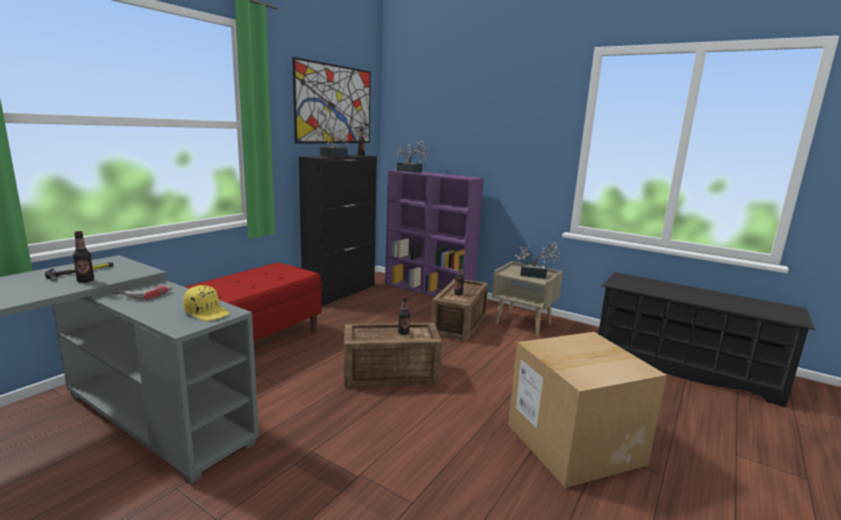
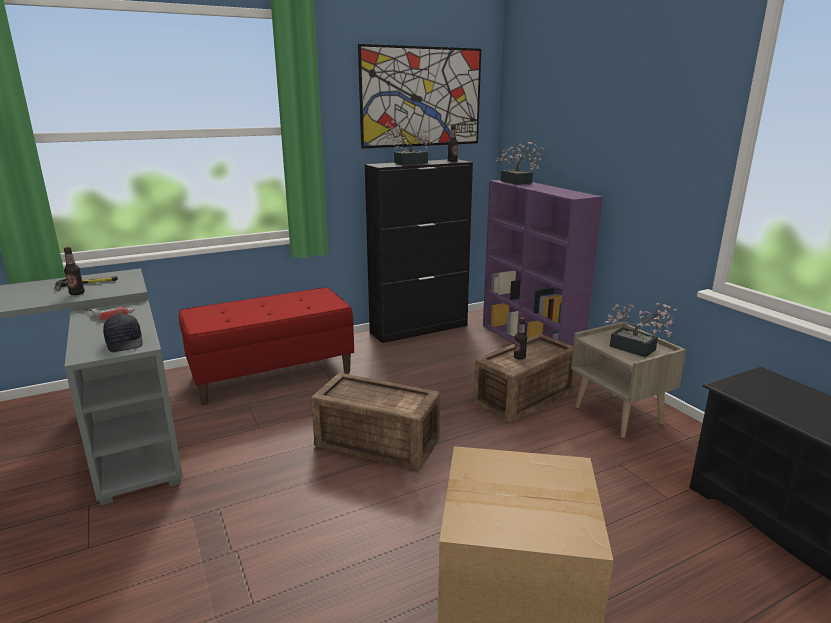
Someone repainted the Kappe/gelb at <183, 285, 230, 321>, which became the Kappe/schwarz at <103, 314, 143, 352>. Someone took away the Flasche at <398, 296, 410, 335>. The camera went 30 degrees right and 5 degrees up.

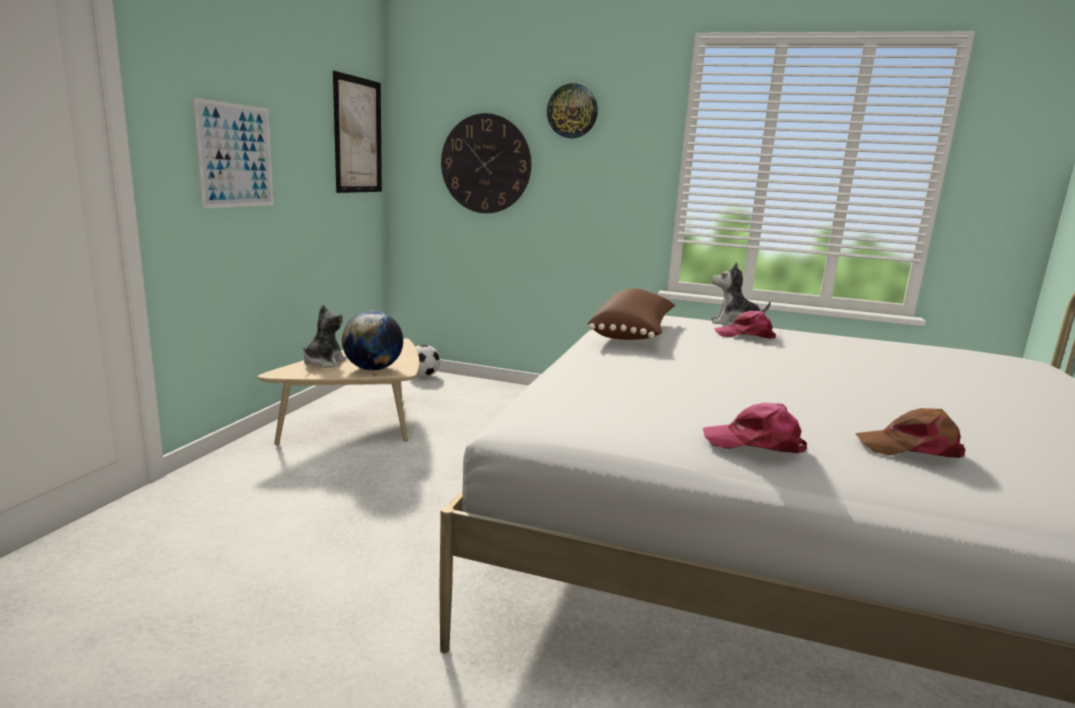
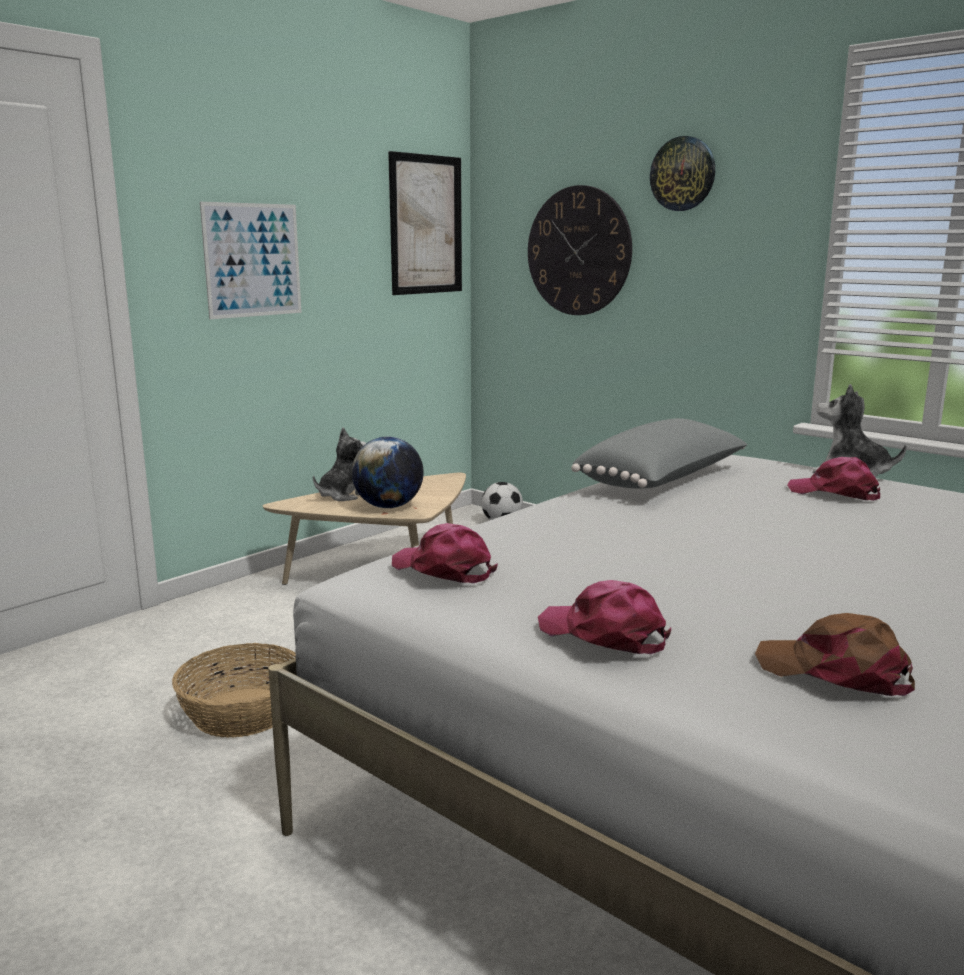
Someone repainted the Kissen/braun at <588, 288, 675, 340>, which became the Kissen/grau at <571, 418, 748, 489>. Someone put down the Korb at <172, 643, 296, 738>. Someone put down the Kappe/rosa at <392, 523, 498, 583>. The camera went 25 degrees right and 0 degrees up.

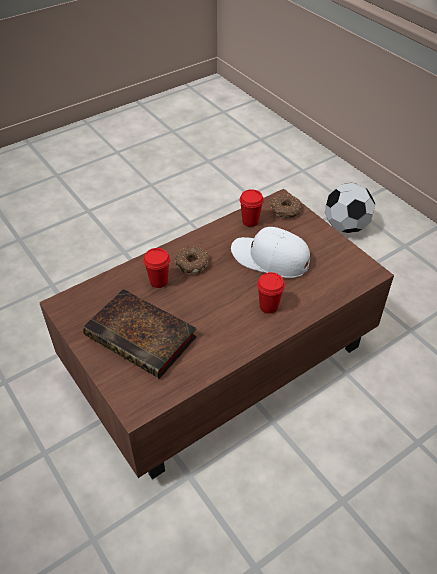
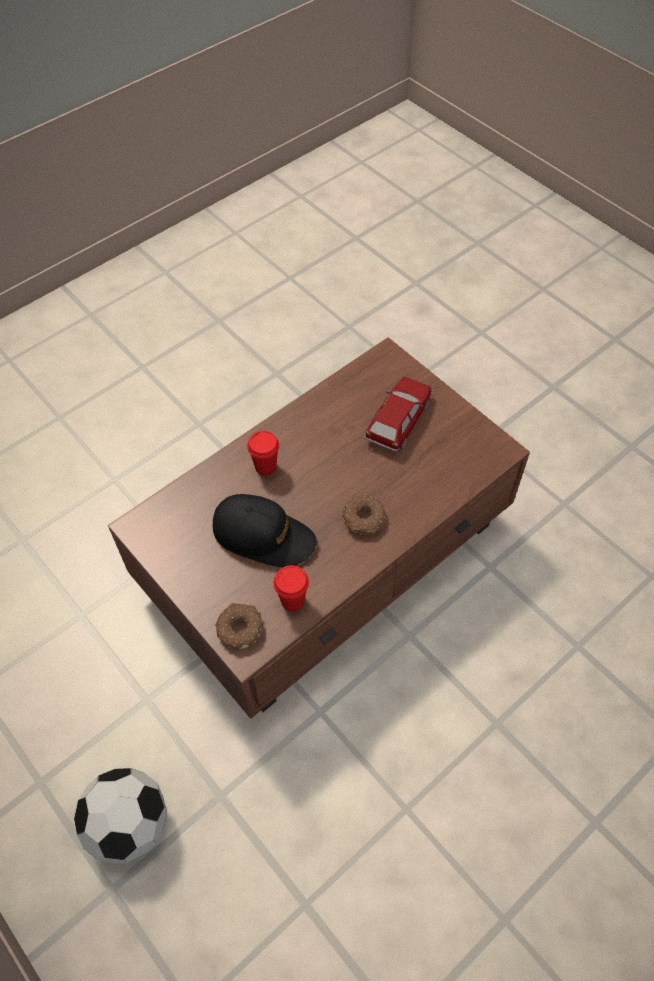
Someone swapped the Buch at <83, 289, 197, 379> for the Spielzeugauto at <364, 377, 433, 452>. Someone took away the Tasse/rot at <143, 248, 170, 288>. Someone repainted the Kappe/weiß at <231, 227, 310, 278>, which became the Kappe/schwarz at <212, 494, 317, 567>. The camera went 175 degrees right and 10 degrees up.

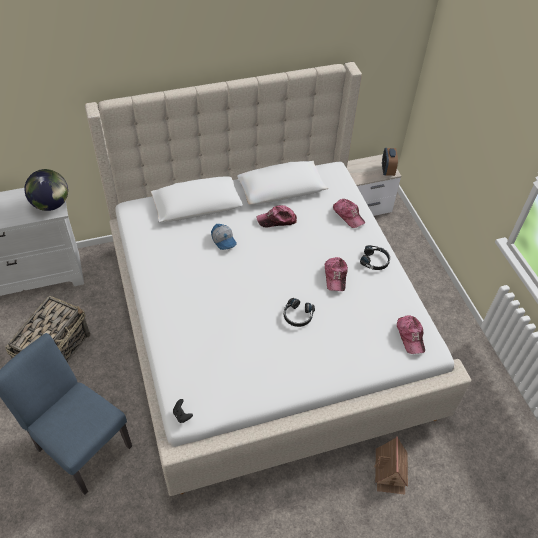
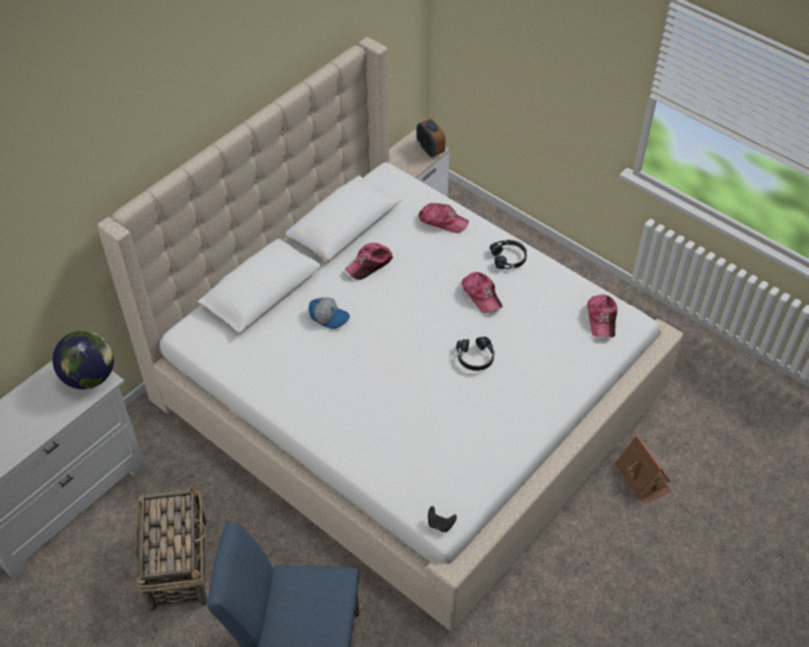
Someone rotated the Kappe at <397, 316, 425, 354> by 45 degrees clockwise. The camera went 30 degrees left and 0 degrees up.

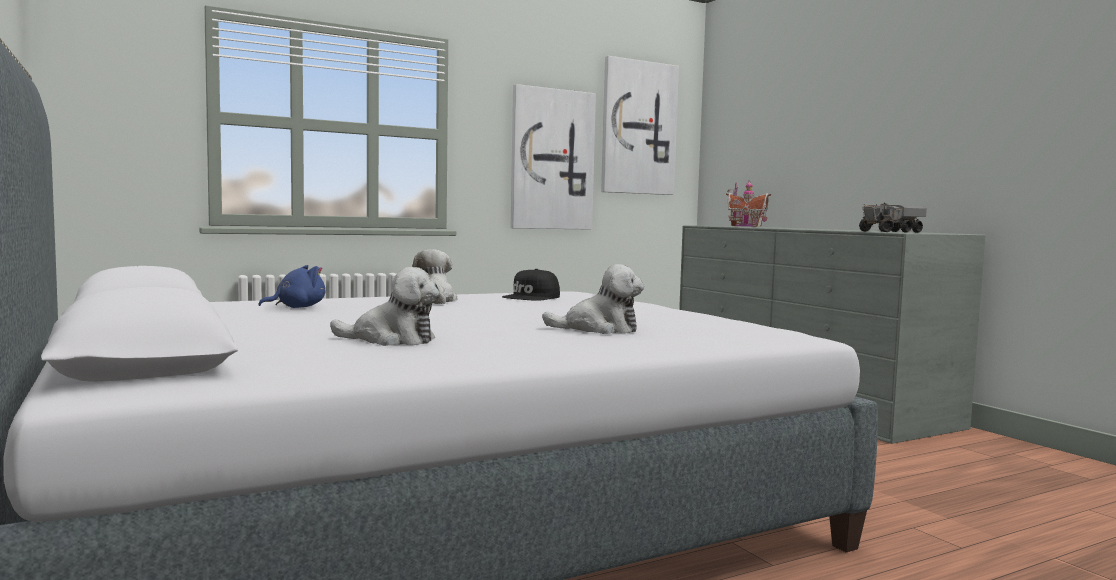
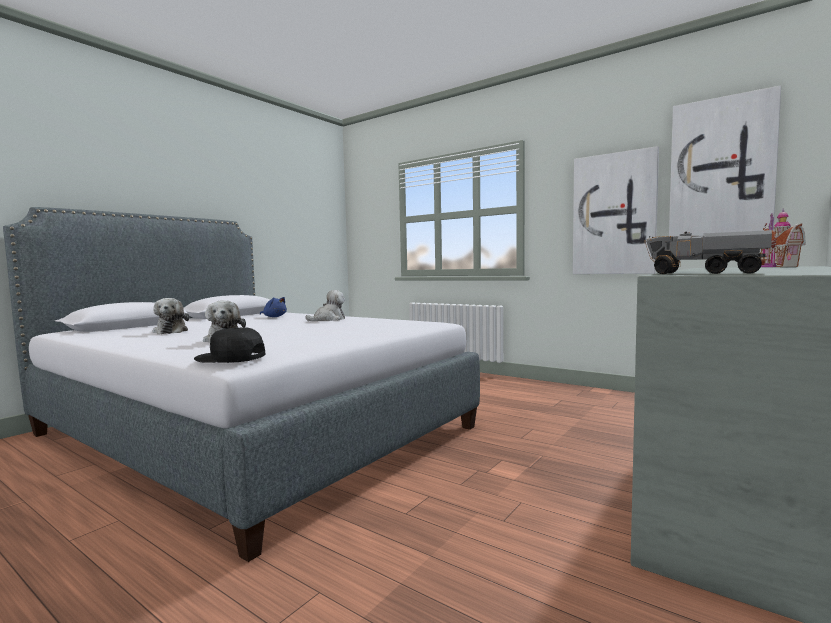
Someone carried the Kappe/schwarz from <502, 269, 560, 301> to <194, 327, 266, 363>. The camera went 65 degrees right and 0 degrees up.

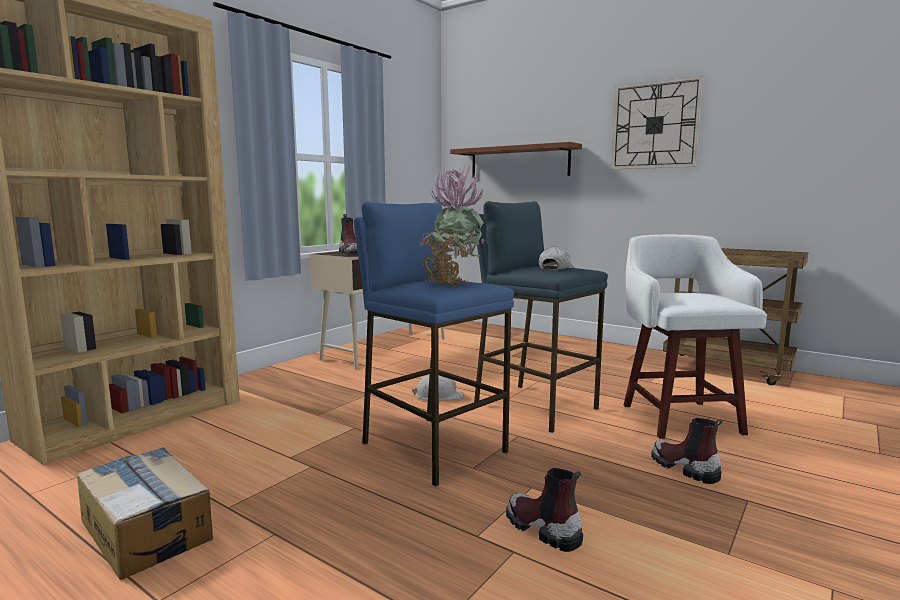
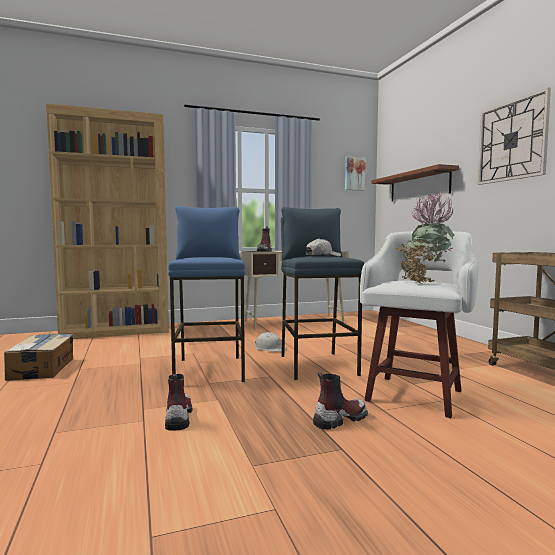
Someone carried the Topfpflanze from <413, 165, 486, 287> to <395, 190, 455, 283>. Someone rotated the Stiefel at <651, 418, 723, 484> by 60 degrees clockwise. Someone put up the Bild at <345, 157, 366, 191>. The camera went 35 degrees right and 5 degrees down.

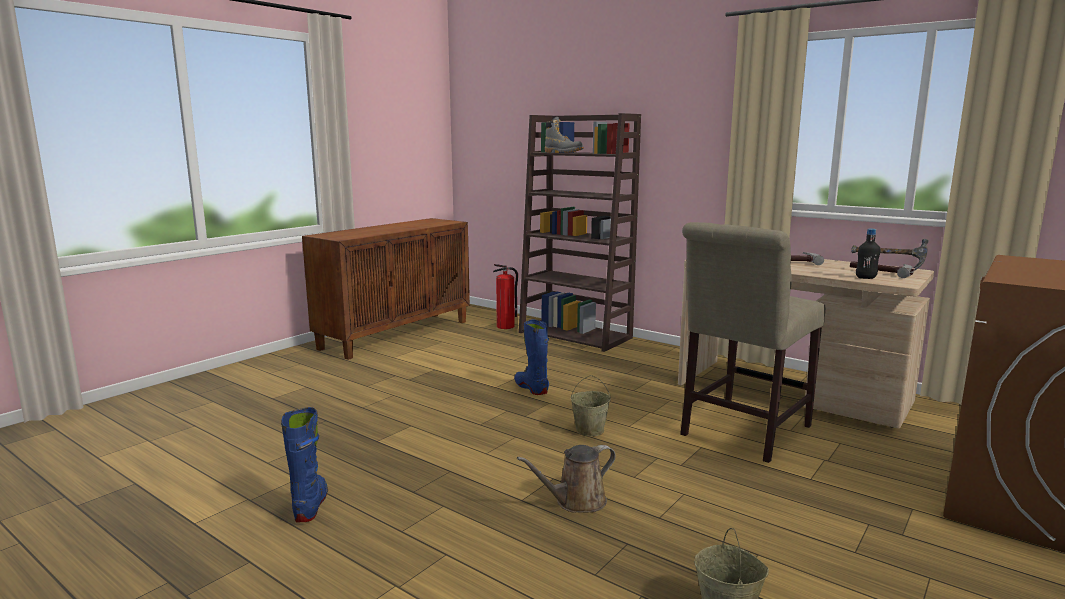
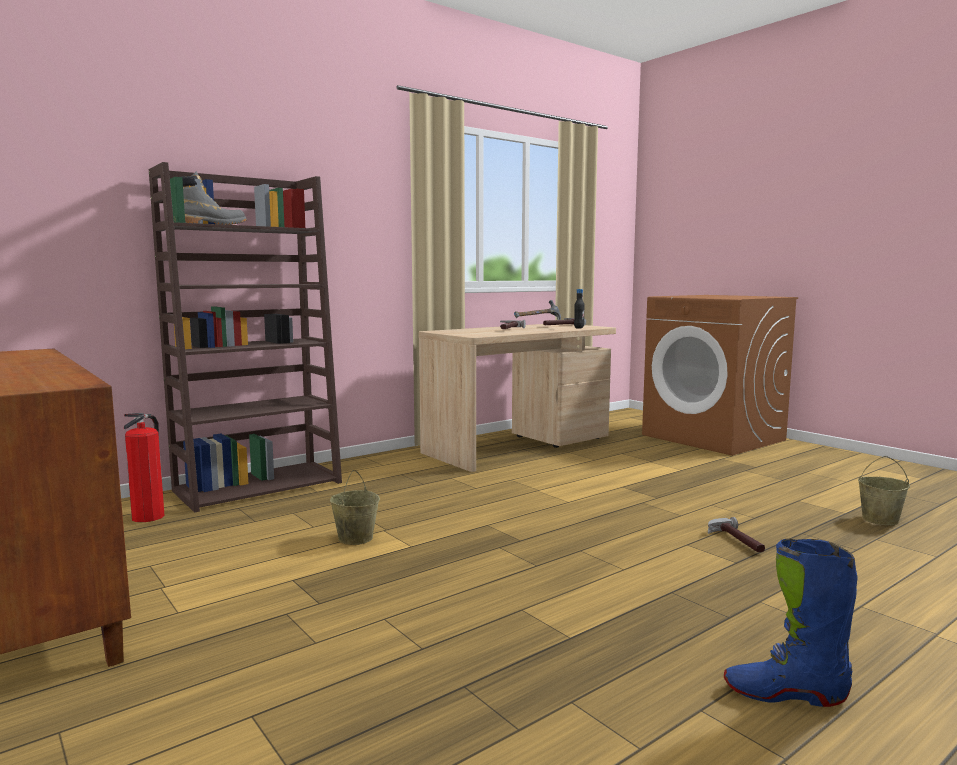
Someone took away the Stiefel/blau at <514, 319, 549, 395>. Someone swapped the Gießkanne/braun at <517, 445, 616, 513> for the Hammer at <708, 517, 765, 552>. Someone carried the Eimer/beige from <570, 375, 611, 437> to <330, 470, 380, 545>. Someone took away the Stuhl/beige at <680, 222, 826, 463>. The camera went 75 degrees left and 5 degrees down.

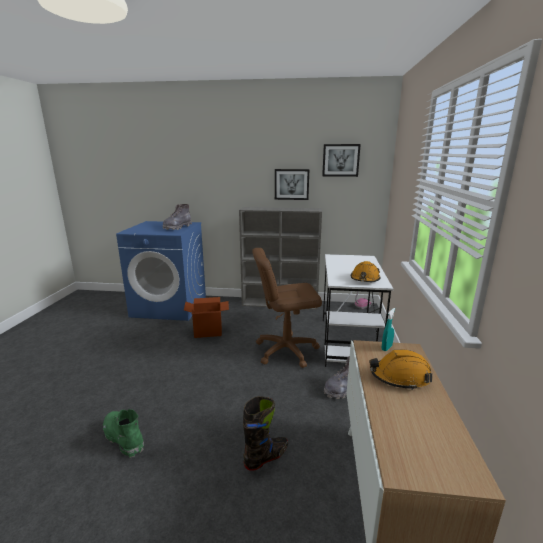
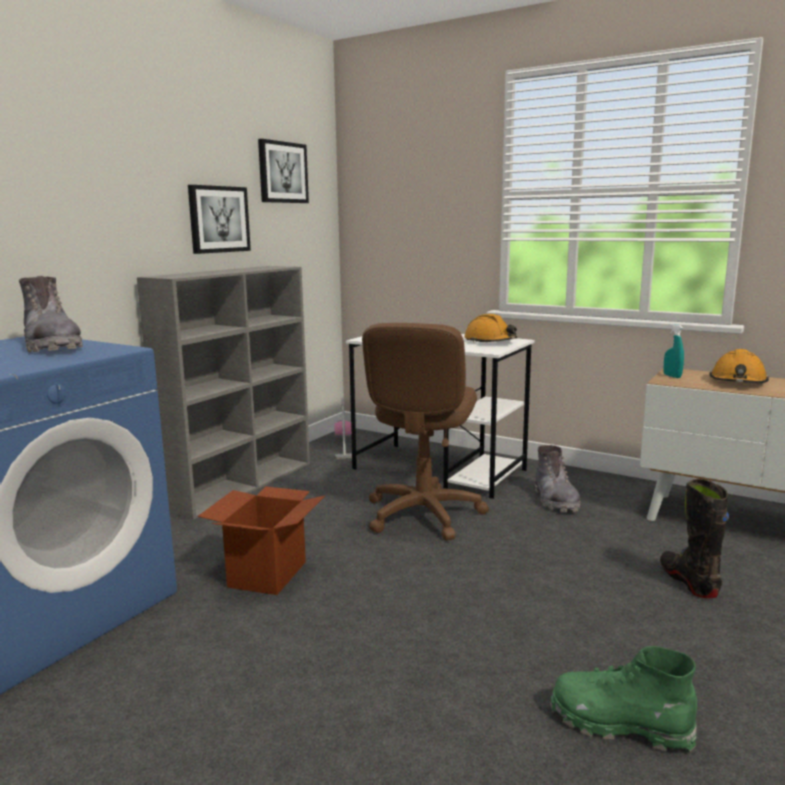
Someone rotated the Stiefel/grün at <103, 409, 144, 458> by 45 degrees clockwise. The camera went 65 degrees left and 5 degrees down.

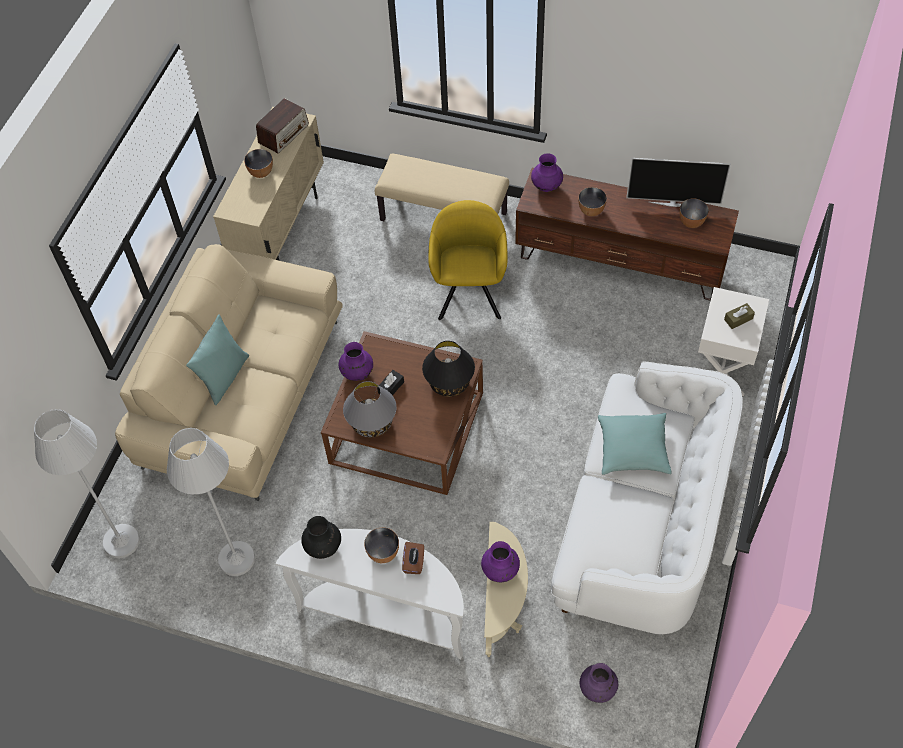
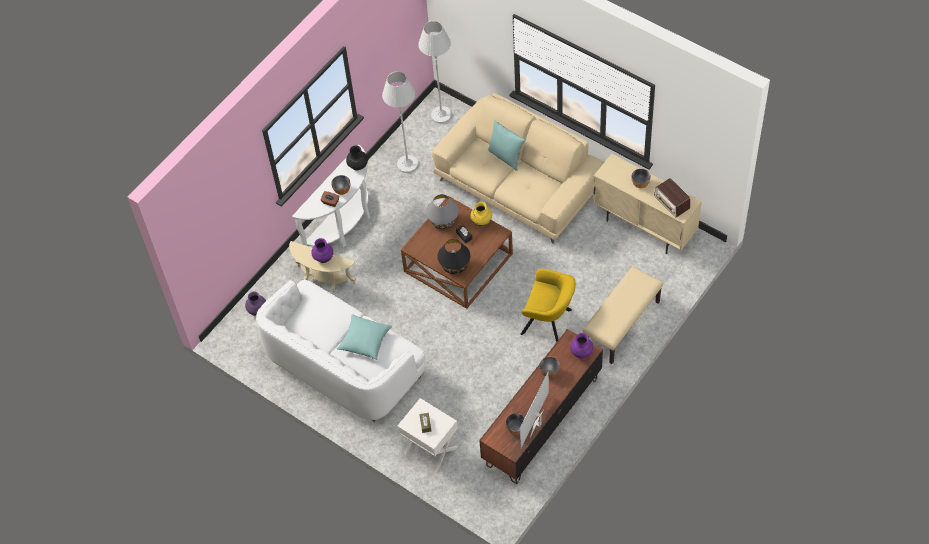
Someone repainted the Vase/lila at <339, 342, 373, 381>, which became the Vase/gelb at <470, 202, 492, 226>. The camera went 110 degrees right and 0 degrees up.

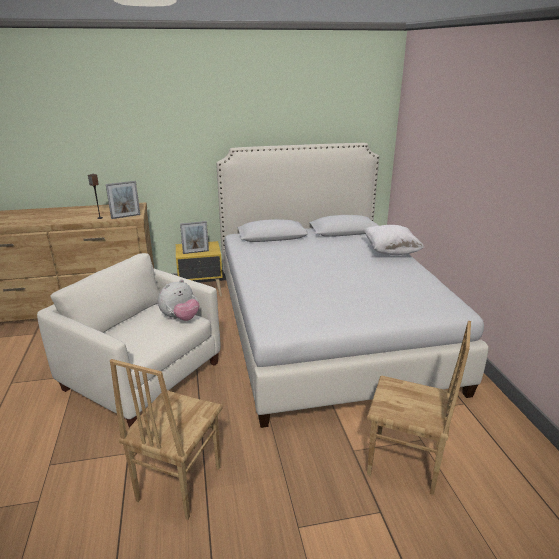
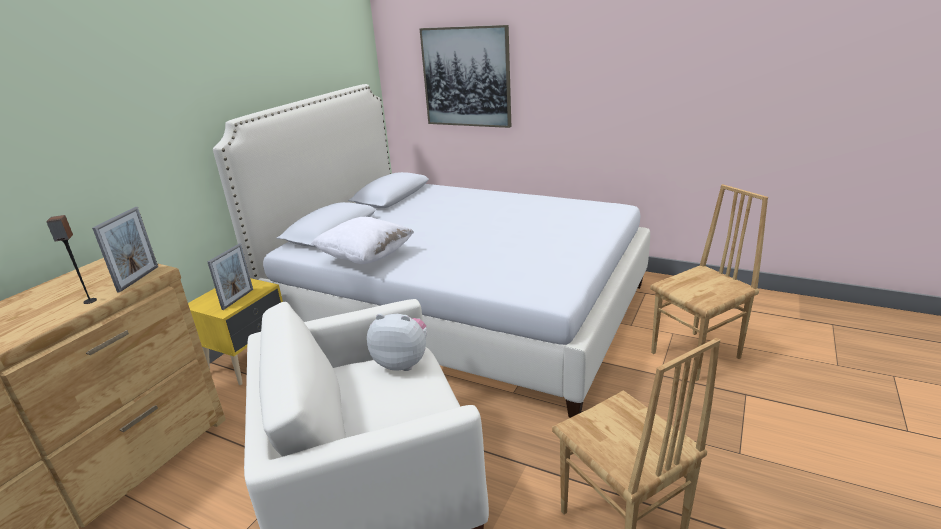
Someone rotated the Plüschtier at <158, 279, 199, 321> by 75 degrees counterclockwise. Someone carried the Kissen/weiß from <364, 225, 424, 255> to <311, 217, 414, 264>. Someone put up the Bild at <420, 25, 511, 128>. The camera went 50 degrees left and 0 degrees up.

